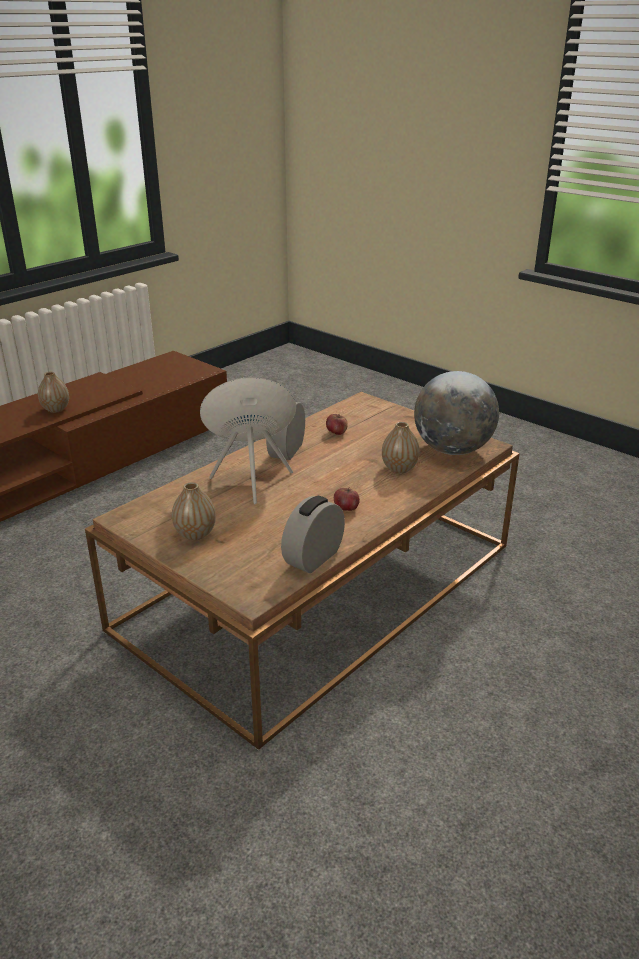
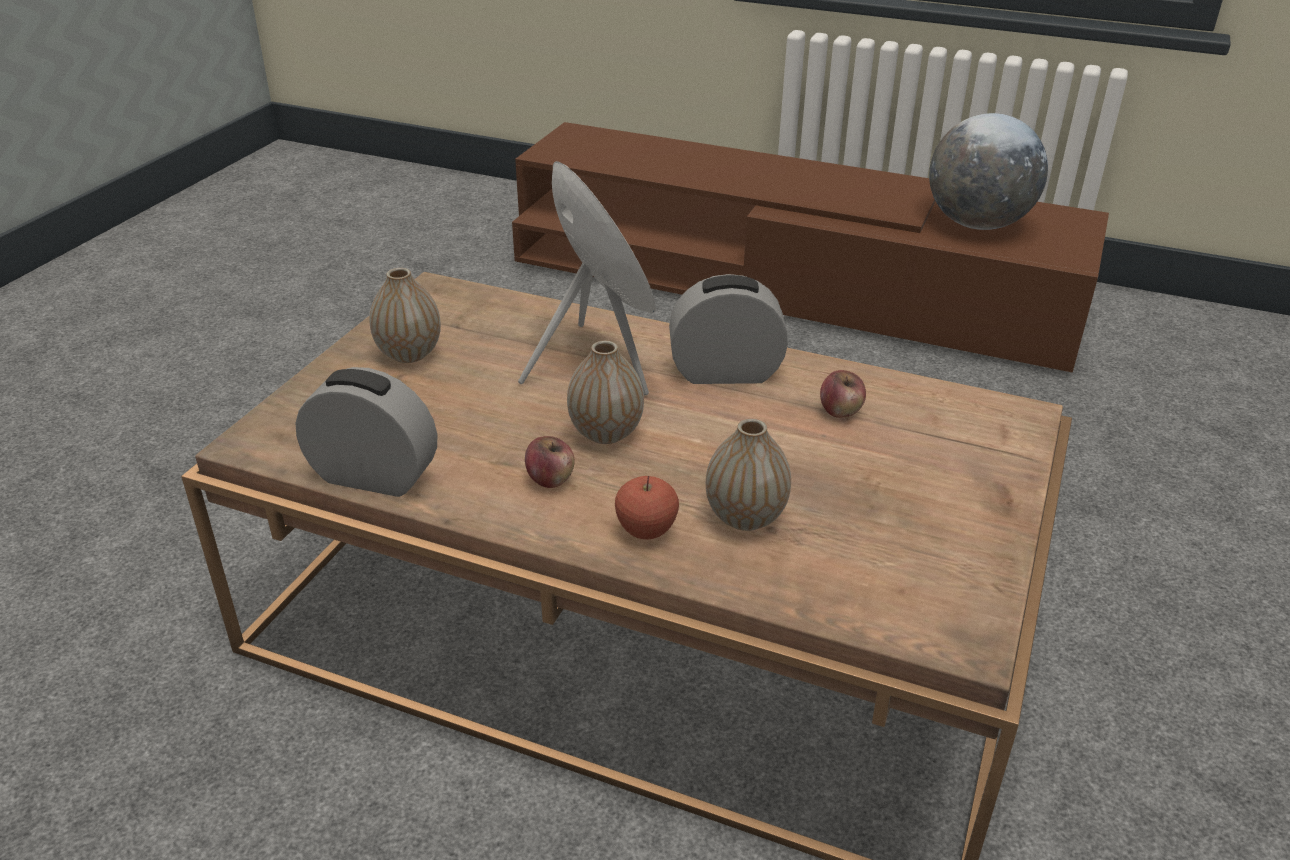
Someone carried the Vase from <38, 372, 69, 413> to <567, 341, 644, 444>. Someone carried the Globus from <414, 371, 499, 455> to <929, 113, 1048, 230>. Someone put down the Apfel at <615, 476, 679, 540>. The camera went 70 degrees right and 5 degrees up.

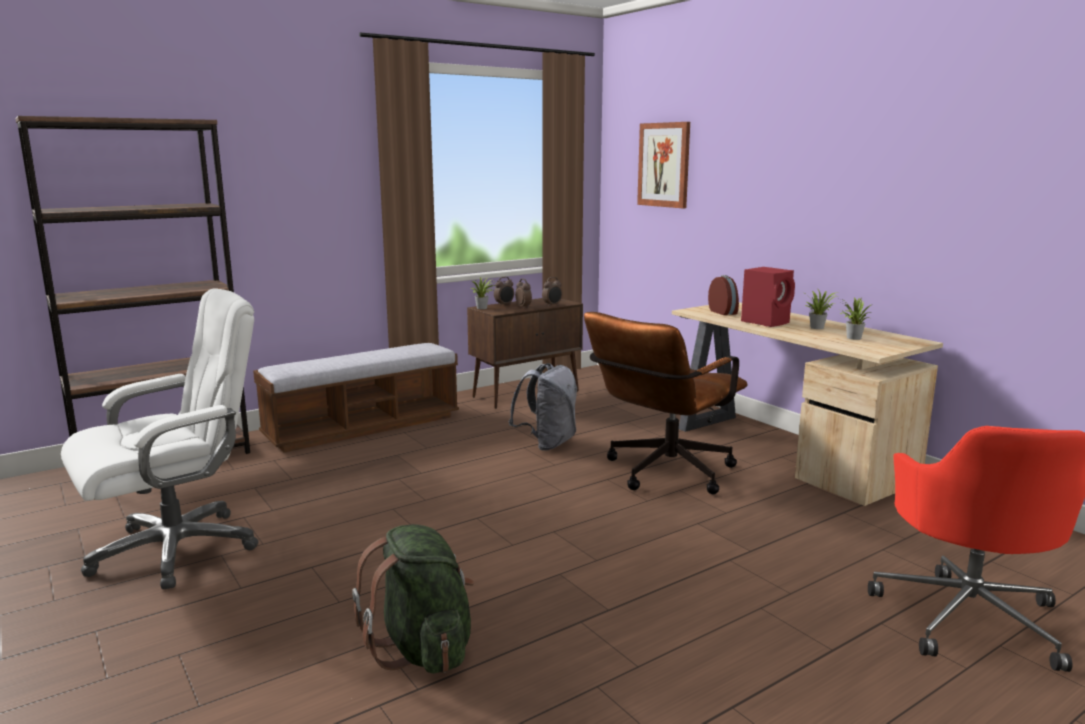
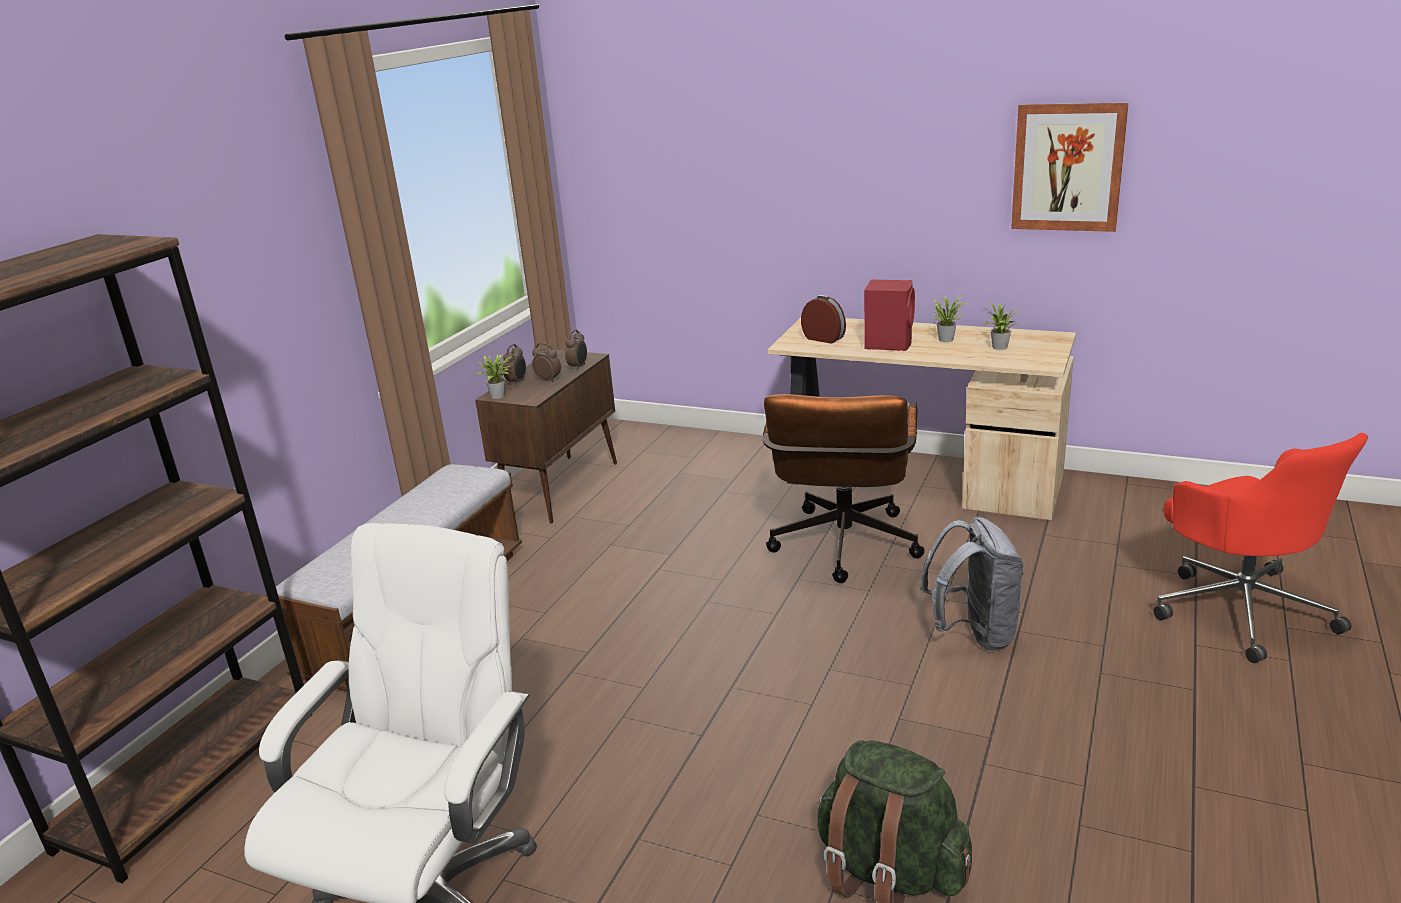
Someone carried the Rucksack/grau from <509, 363, 577, 451> to <920, 517, 1024, 651>. Someone carried the Bild from <637, 122, 690, 208> to <1011, 103, 1129, 232>. The camera went 30 degrees left and 10 degrees up.

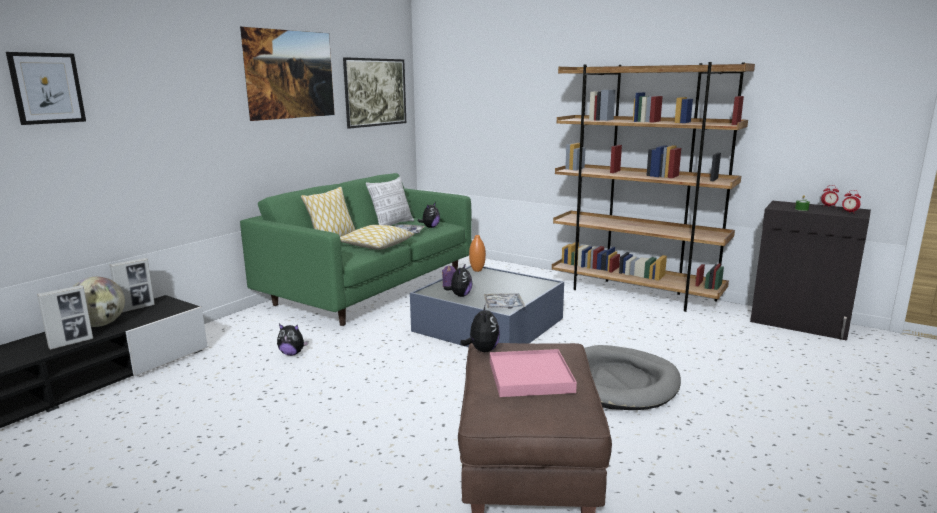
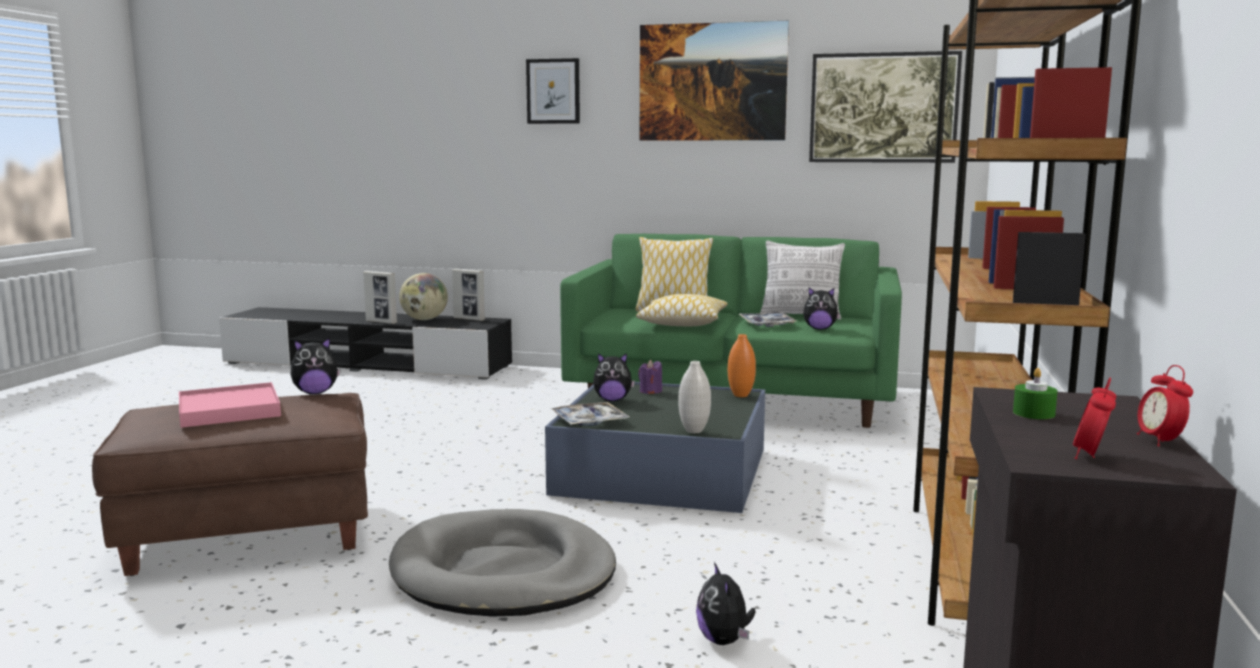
Someone carried the Bild from <6, 52, 86, 125> to <526, 58, 580, 124>. Someone carried the Plüschtier from <277, 324, 308, 356> to <696, 562, 756, 645>. Someone put down the Vase/weiß at <678, 361, 711, 433>. The camera went 70 degrees right and 5 degrees down.

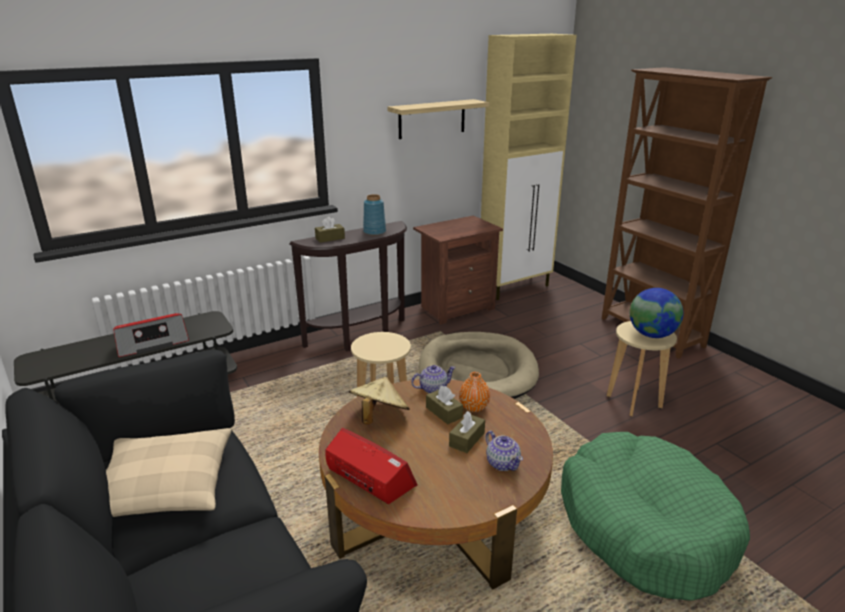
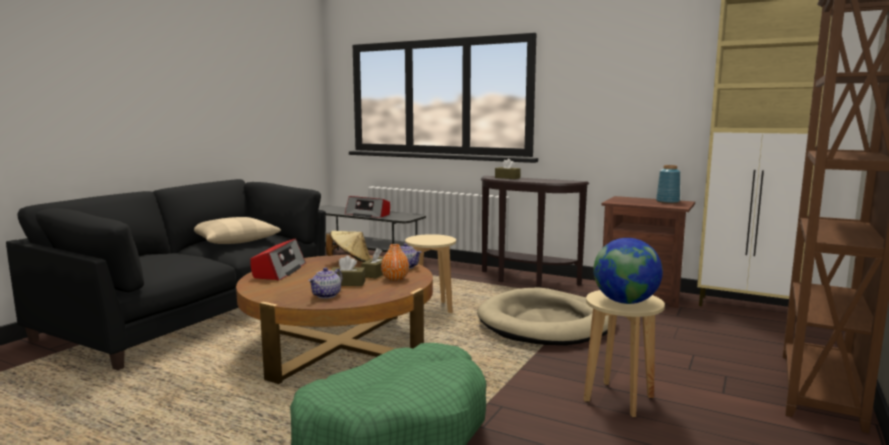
Someone carried the Vase/blau from <363, 194, 386, 236> to <656, 165, 680, 204>. Someone took away the Wandregal at <388, 99, 490, 139>. The camera went 60 degrees right and 15 degrees down.

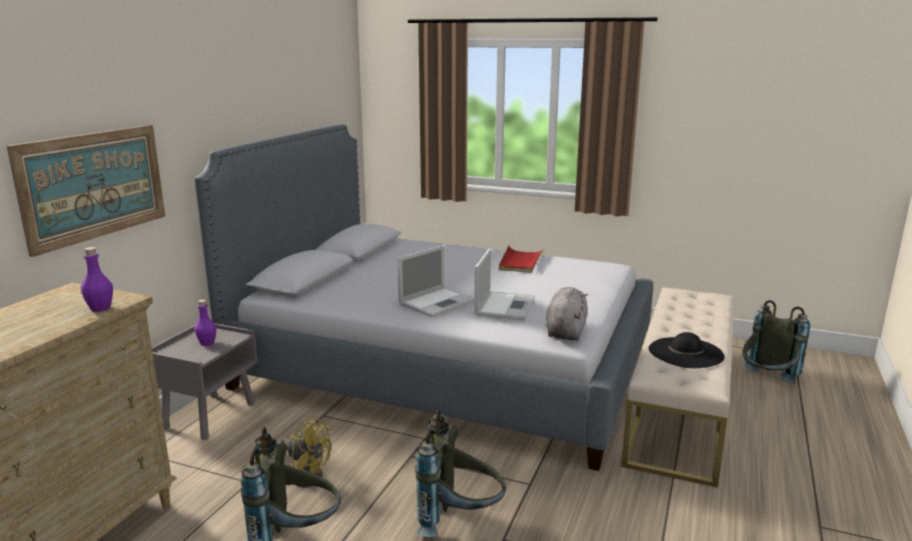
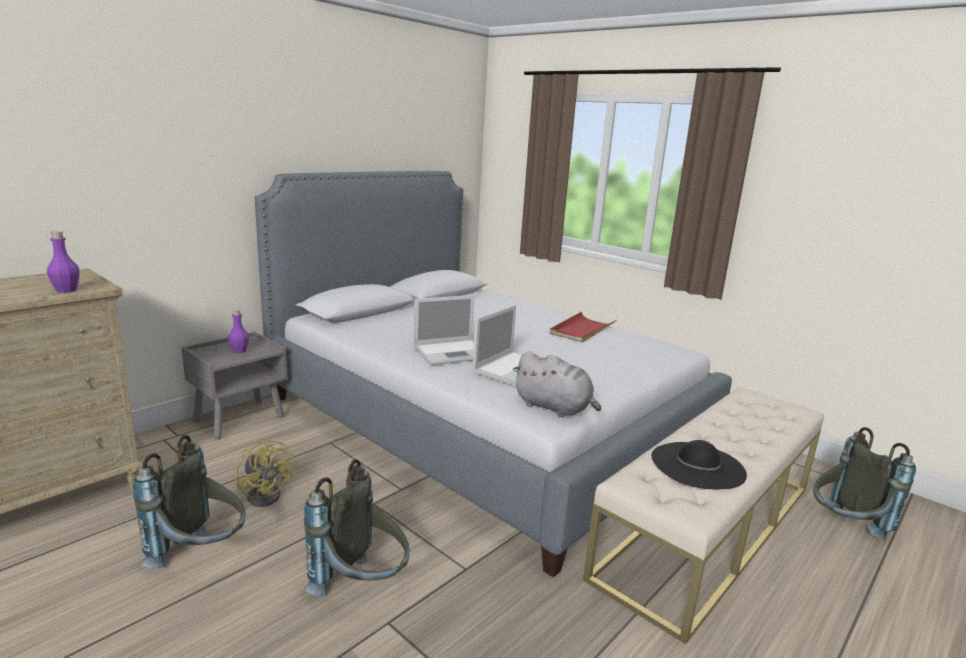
Someone took away the Bild at <7, 125, 165, 257>. Someone rotated the Plüschtier/grau at <546, 287, 588, 341> by 90 degrees clockwise. The camera went 20 degrees right and 0 degrees up.

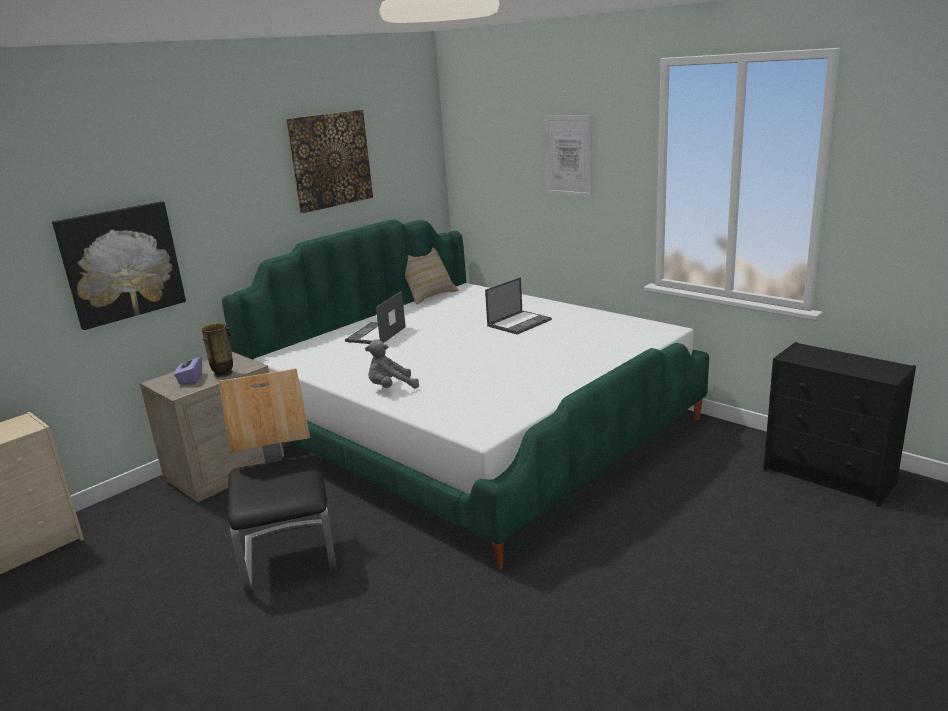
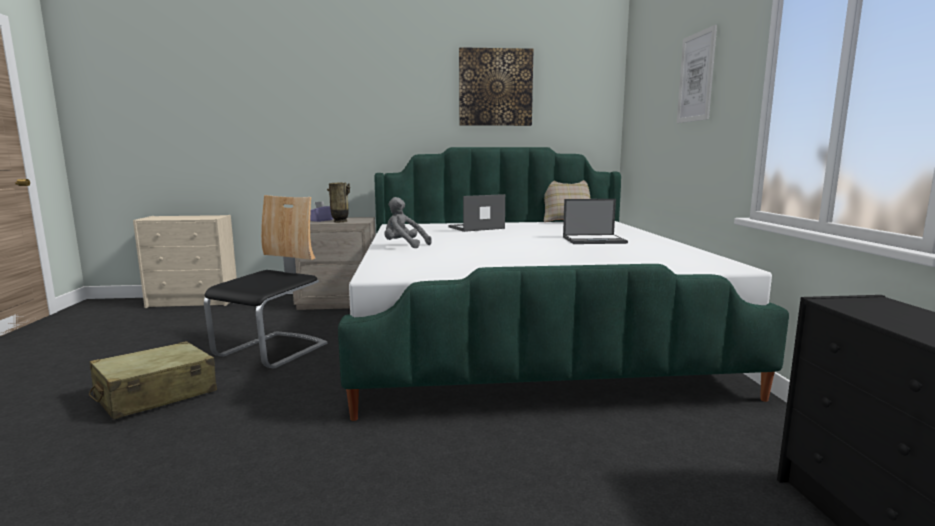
Someone took away the Bild at <52, 201, 186, 330>. Someone put down the Koffer/beige at <89, 341, 217, 420>. The camera went 40 degrees right and 10 degrees down.

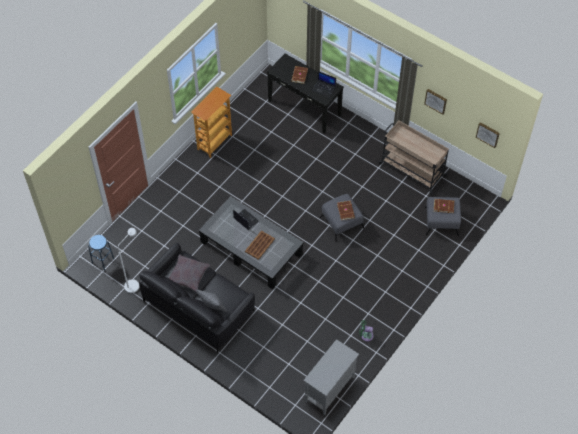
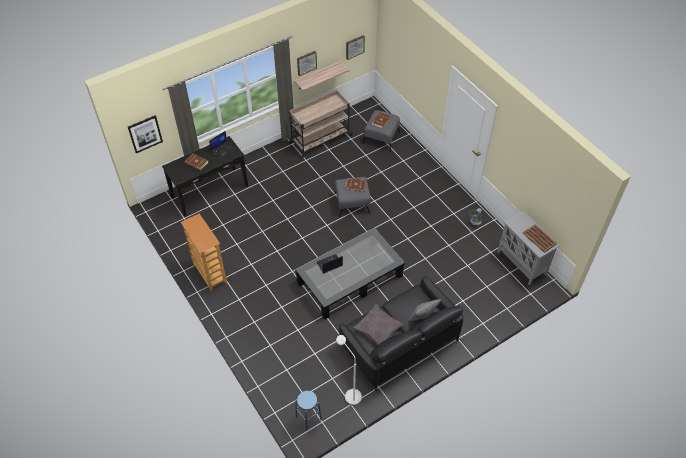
Someone carried the Tablett/braun from <245, 231, 275, 260> to <523, 224, 557, 253>. Someone put up the Bild at <128, 115, 163, 153>. Someone put up the Wandregal at <294, 61, 350, 91>. The camera went 70 degrees left and 5 degrees down.

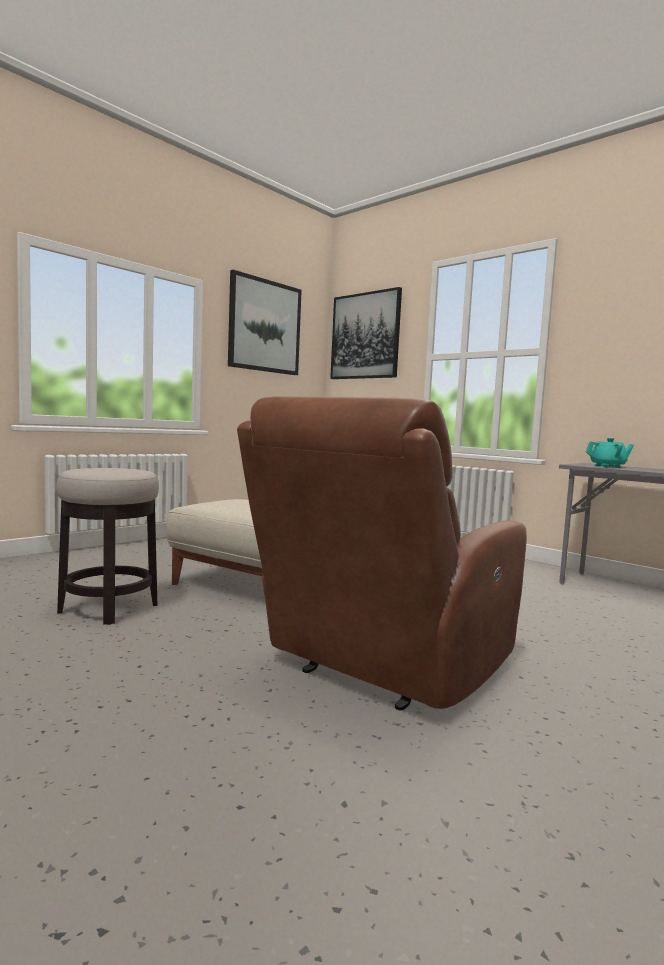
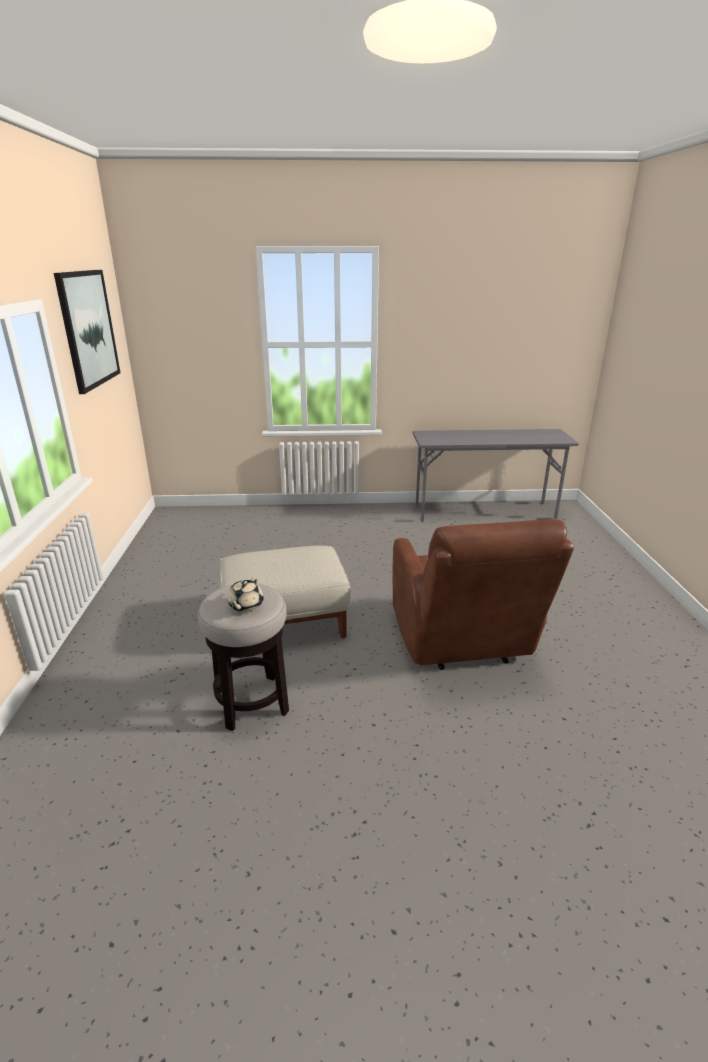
Someone took away the Bild at <330, 287, 402, 379>. Someone took away the Teekanne/türkis at <586, 438, 634, 468>. Someone put down the Teekanne/beige at <227, 577, 264, 612>. The camera went 45 degrees left and 20 degrees up.

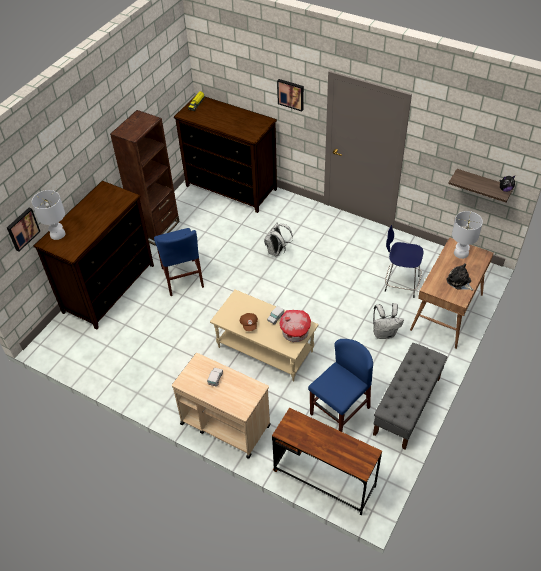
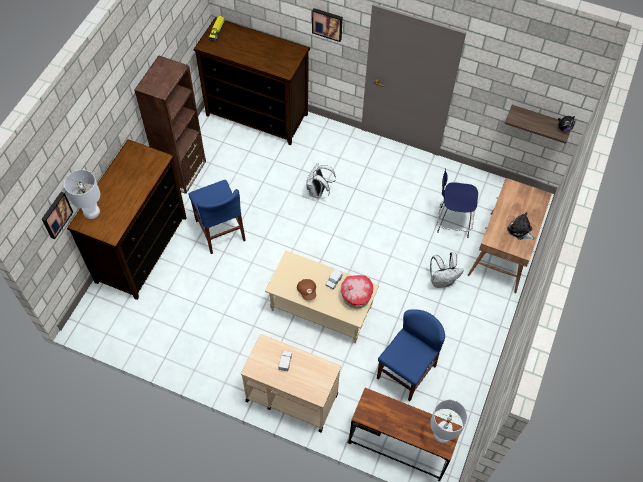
Someone took away the Bank/grau at <373, 343, 447, 450>. Someone carried the Tischlampe/weiß from <452, 211, 483, 259> to <430, 400, 467, 443>. The camera went 10 degrees left and 10 degrees up.

